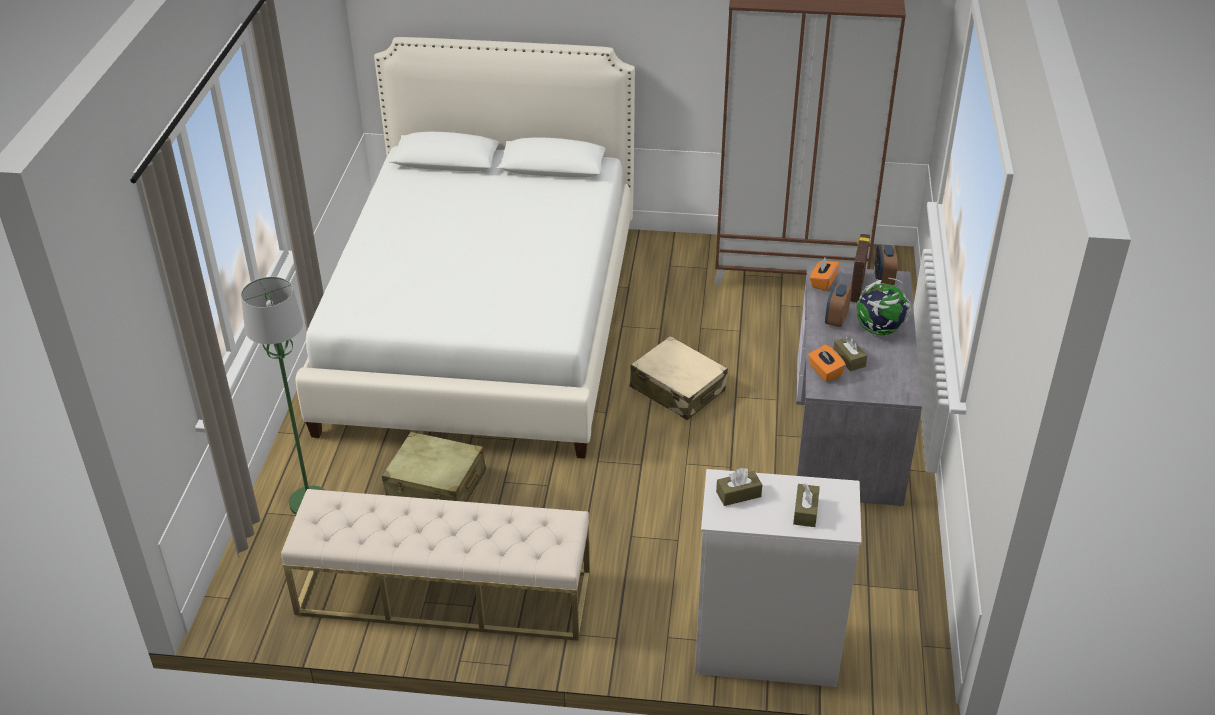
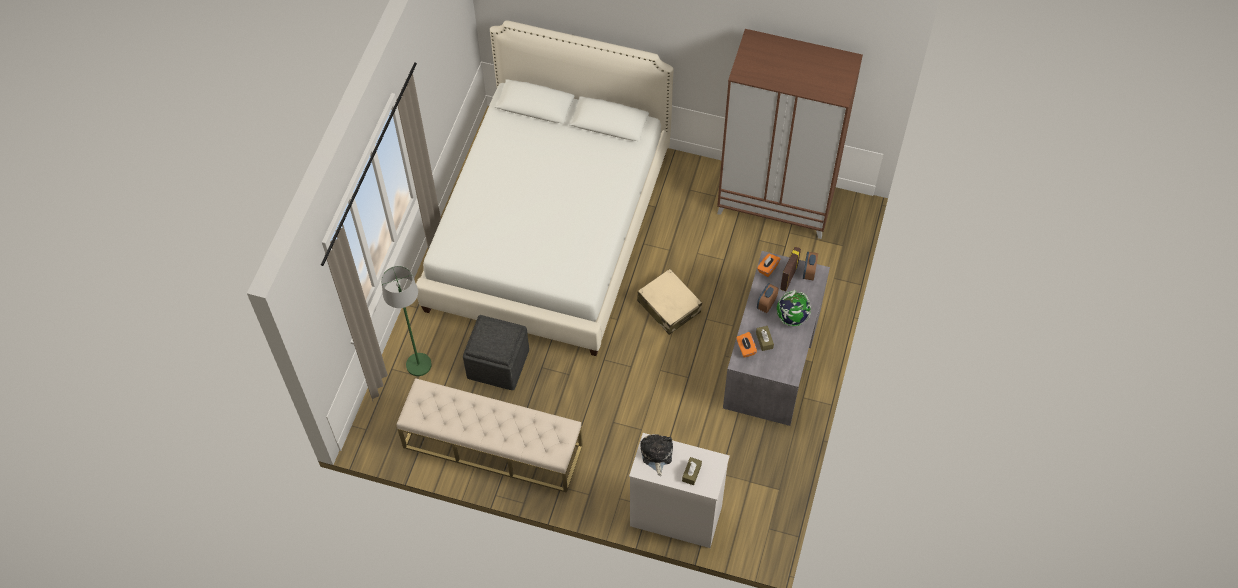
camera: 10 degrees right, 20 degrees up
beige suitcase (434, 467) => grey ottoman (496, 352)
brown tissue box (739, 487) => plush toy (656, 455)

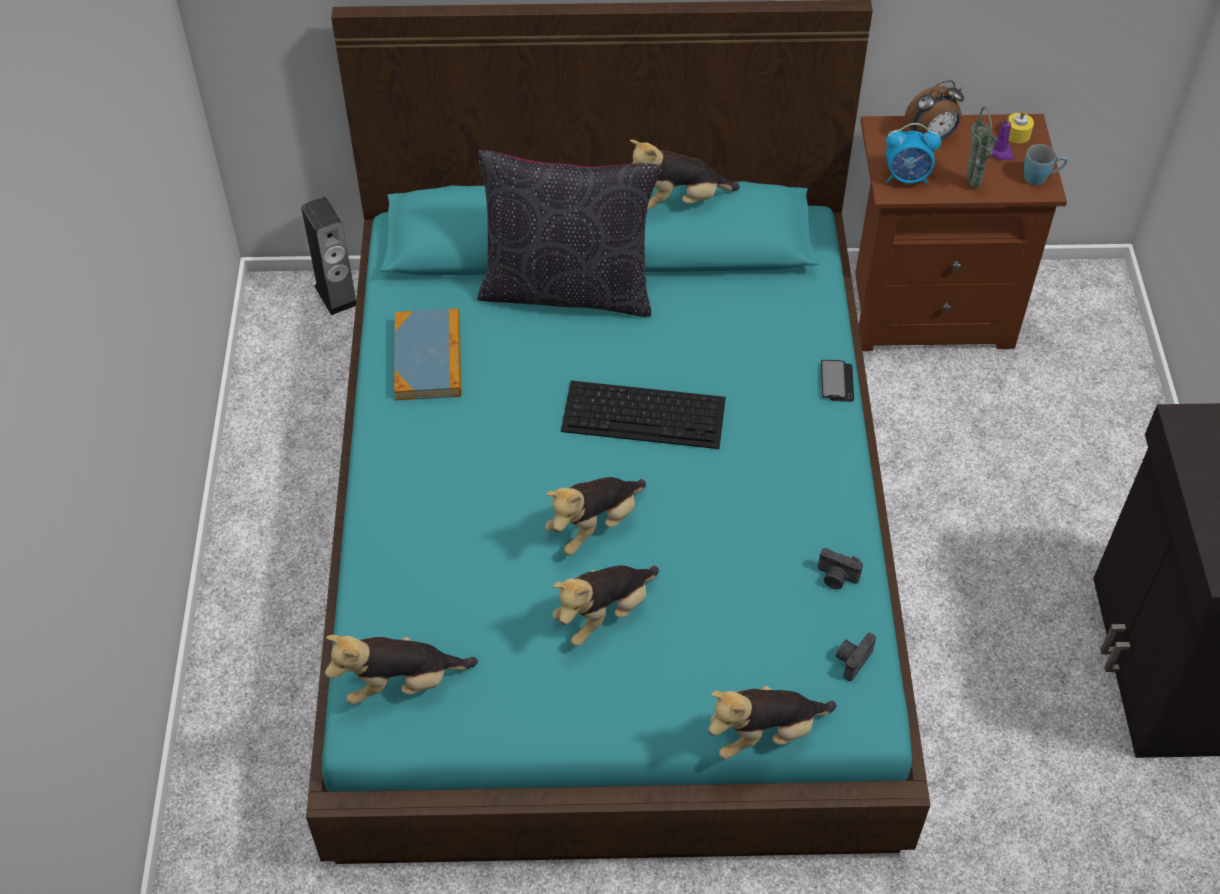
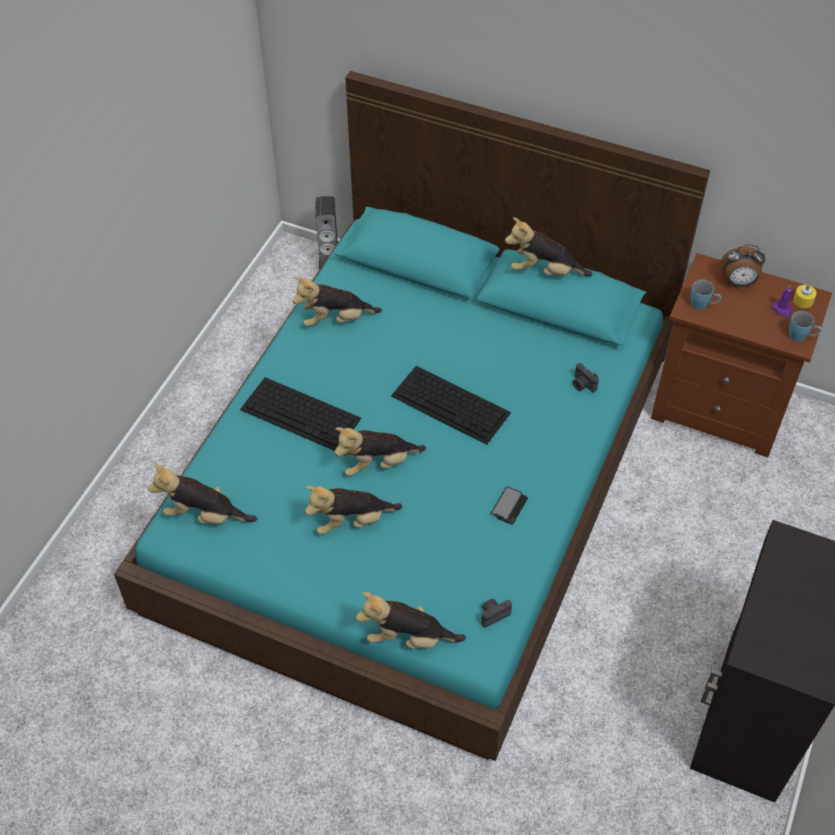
camera: 25 degrees right, 0 degrees up
book (427, 354) => plush toy (337, 301)
black pillow (569, 233) => nothing
photo camera (840, 568) => photo camera (586, 378), move
phone (837, 381) => phone (509, 506), move
alarm clock (913, 153) => blue mug (706, 294)
green vase (982, 147) => nothing
nothing => keyboard (300, 414)

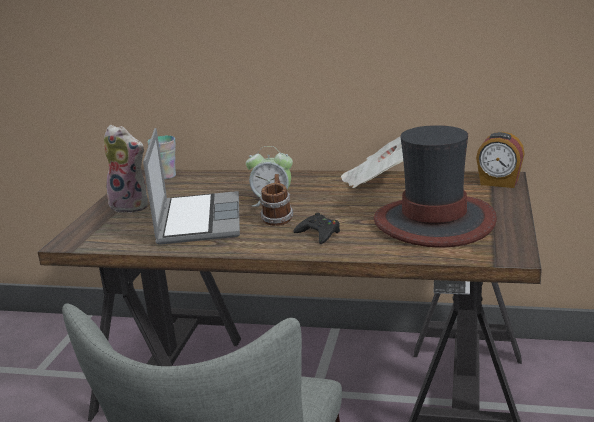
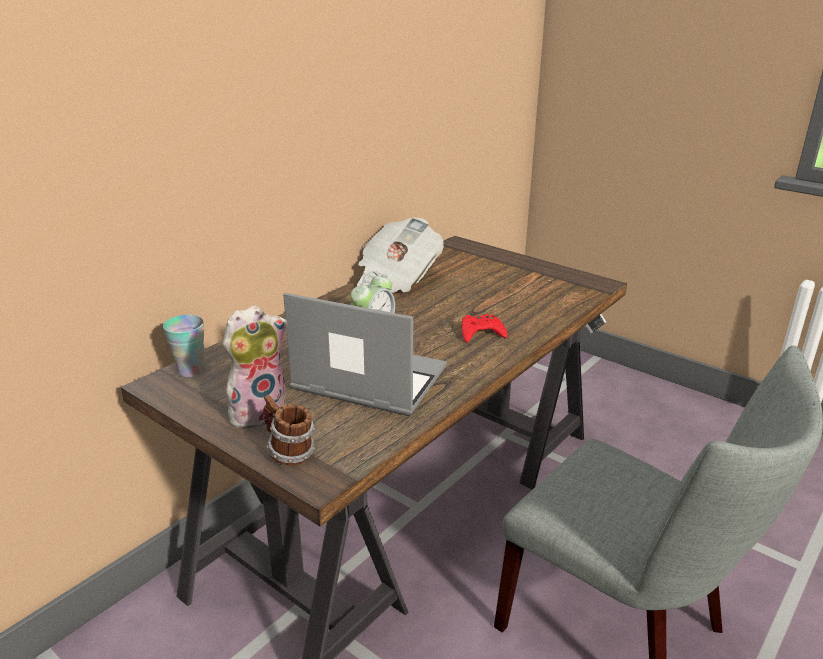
camera: 65 degrees left, 5 degrees up
mug (276, 200) => mug (289, 430), move
black game controller (316, 228) => red game controller (485, 328)
hat (435, 186) => nothing
alarm clock (500, 160) => nothing

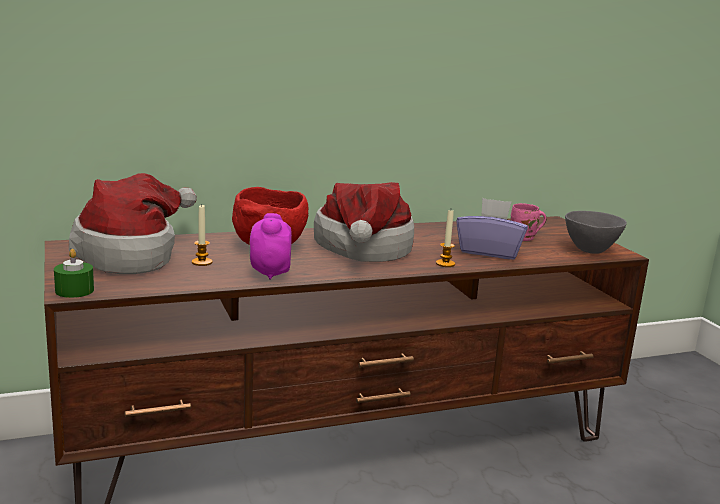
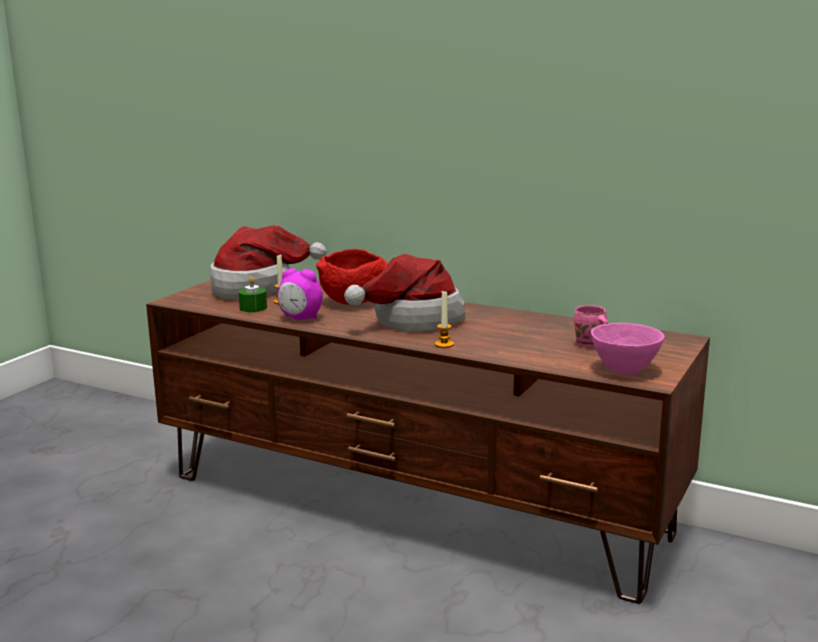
camera: 50 degrees right, 0 degrees up
green candle (74, 273) => green candle (253, 294), move
alarm clock (270, 246) => alarm clock (300, 294), 120 degrees counterclockwise
purple tissue box (492, 229) => nothing
grey bowl (596, 232) => pink bowl (628, 349)

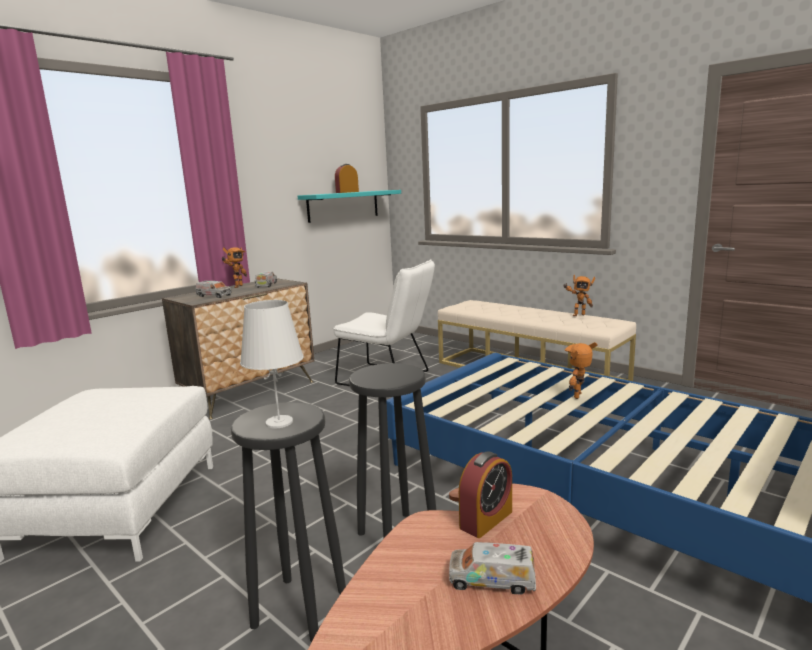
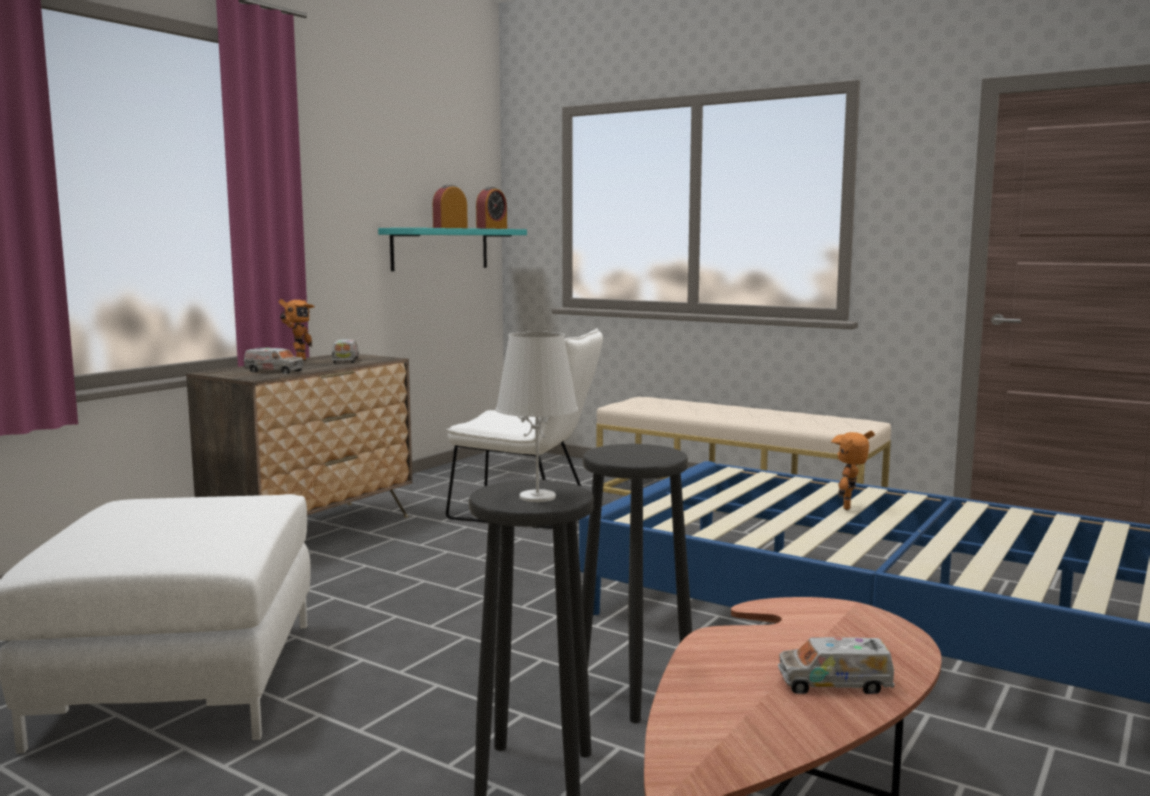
camera: 10 degrees left, 5 degrees down
alarm clock (485, 494) => alarm clock (491, 208), move
toy robot (579, 295) => nothing

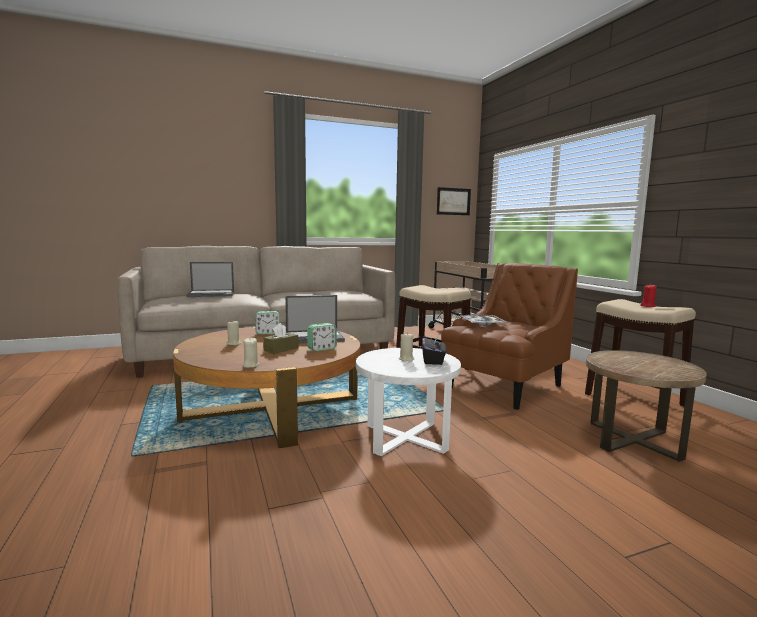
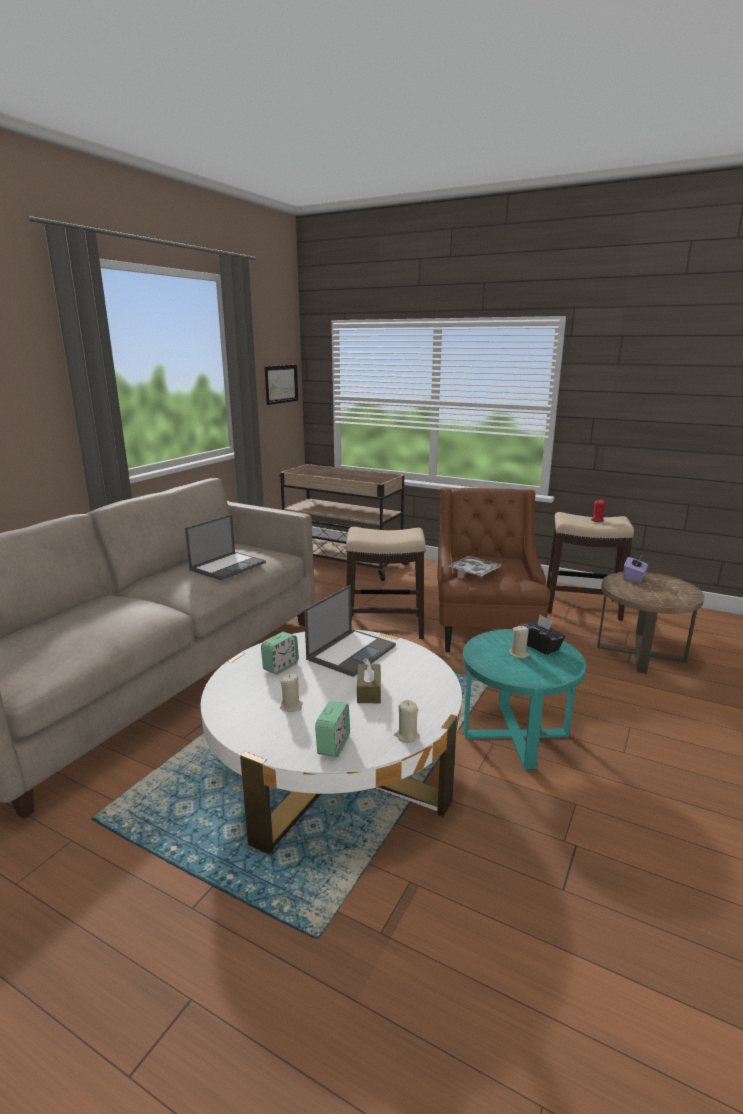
camera: 40 degrees left, 10 degrees up
brown coffee table (266, 387) => white coffee table (331, 742)
laptop (210, 279) => laptop (225, 547), move
alarm clock (322, 337) => alarm clock (332, 729), move
white side table (408, 402) => turquoise side table (524, 699)
nothing => purple tissue box (635, 570)

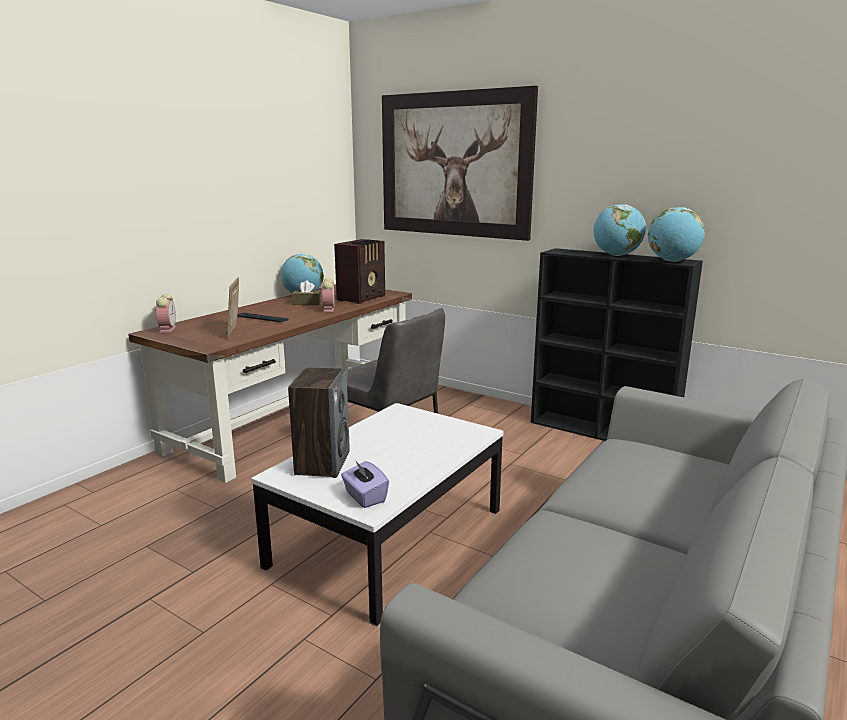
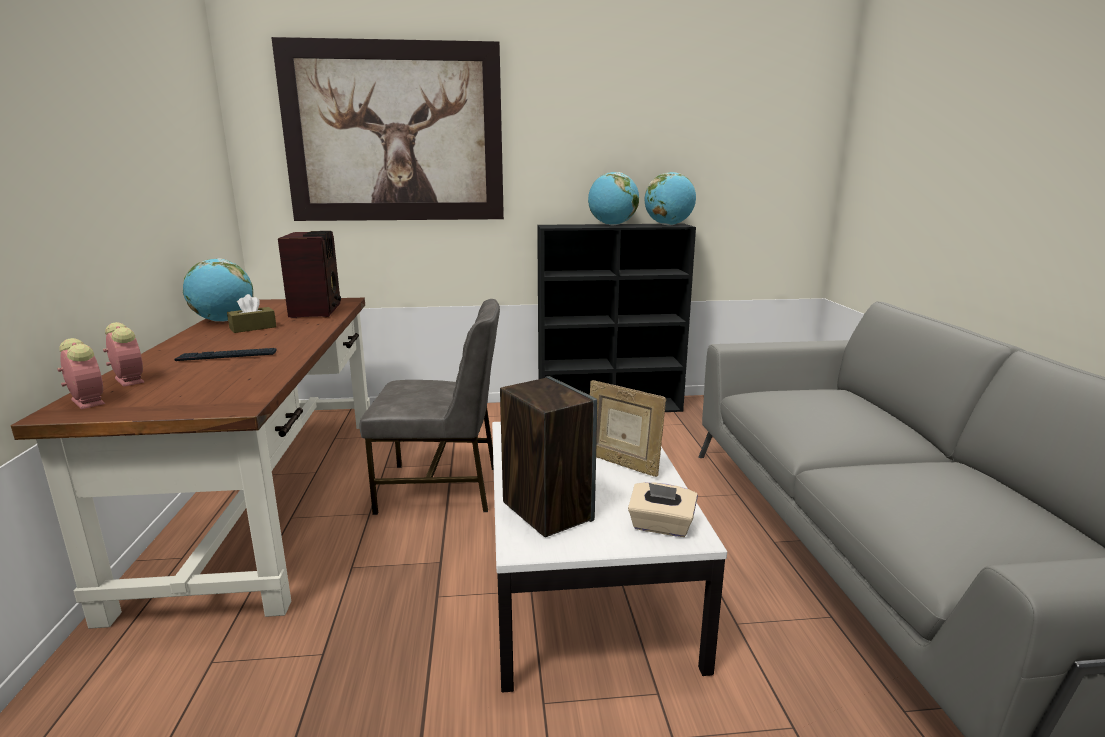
camera: 40 degrees left, 0 degrees up
picture frame (232, 307) => picture frame (628, 428), move
alarm clock (327, 295) => alarm clock (123, 354), move
purple tissue box (365, 484) => beige tissue box (663, 509)

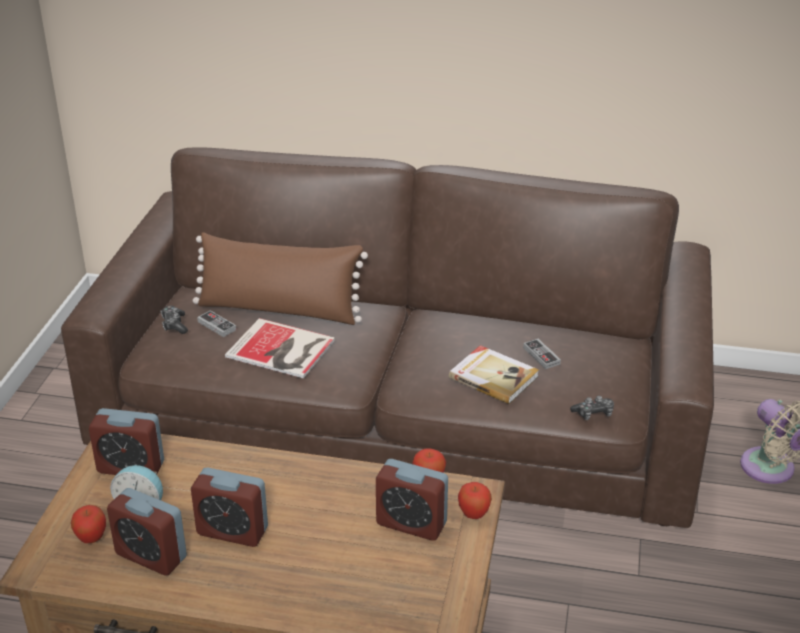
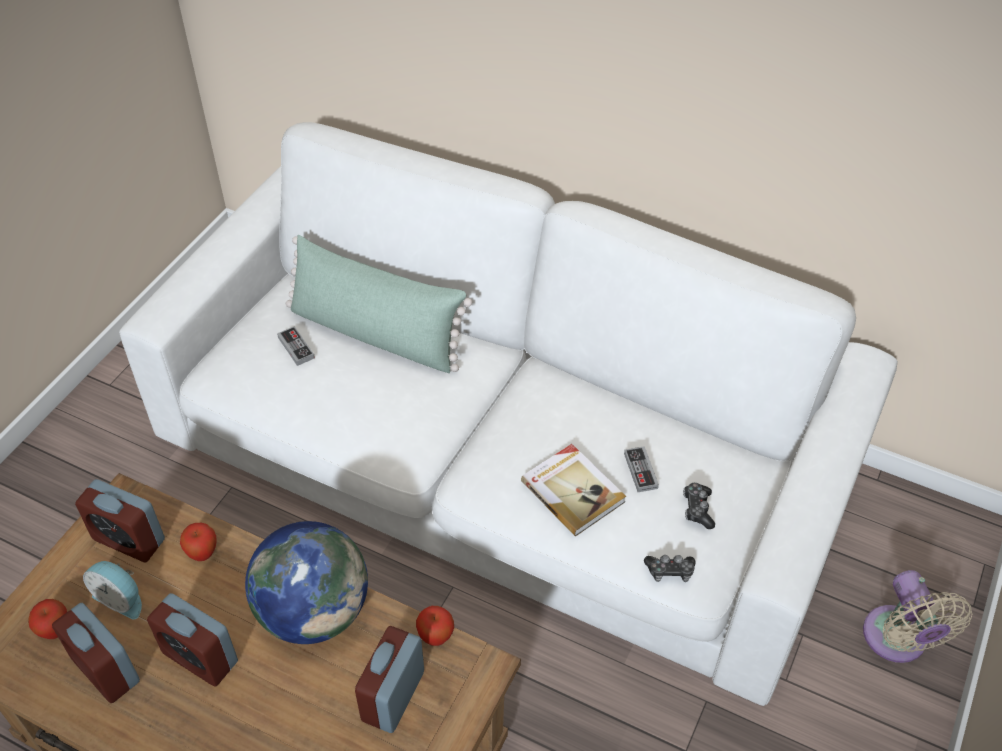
camera: 15 degrees right, 15 degrees up
brown sofa (387, 337) => white sofa (508, 414)
game controller (174, 320) => game controller (699, 506), move
brown pillow (280, 278) => green pillow (379, 304)
book (280, 348) => nothing
alarm clock (412, 500) => alarm clock (389, 679), 75 degrees clockwise
apple (475, 500) => apple (198, 542), move
nothing => globe (306, 582)

